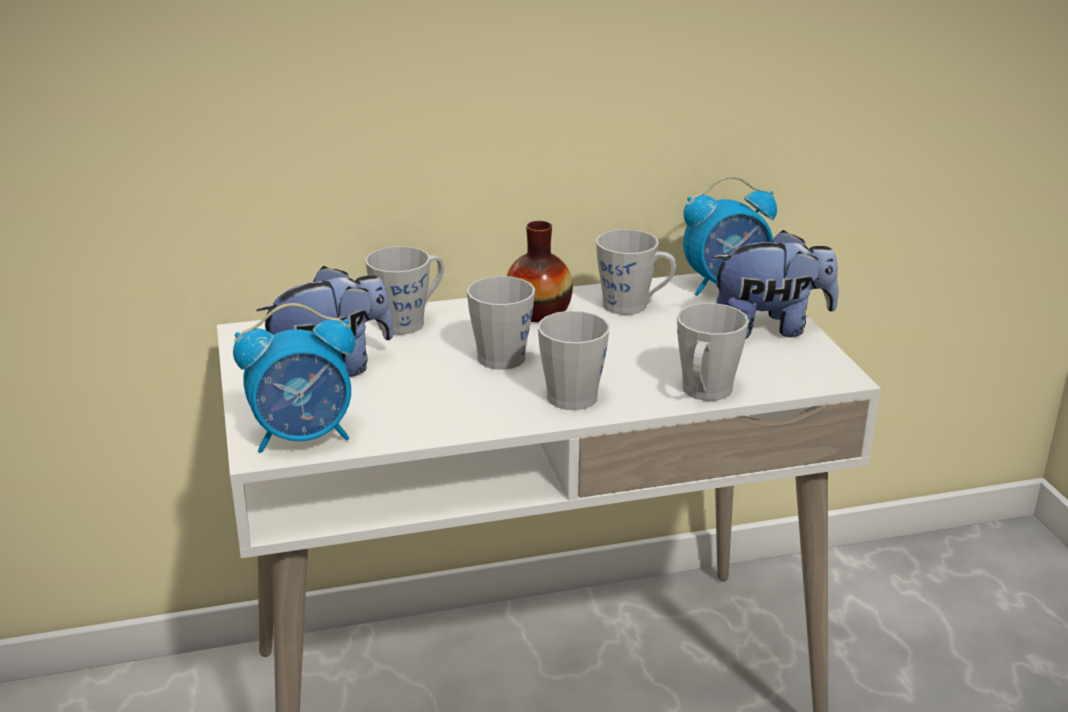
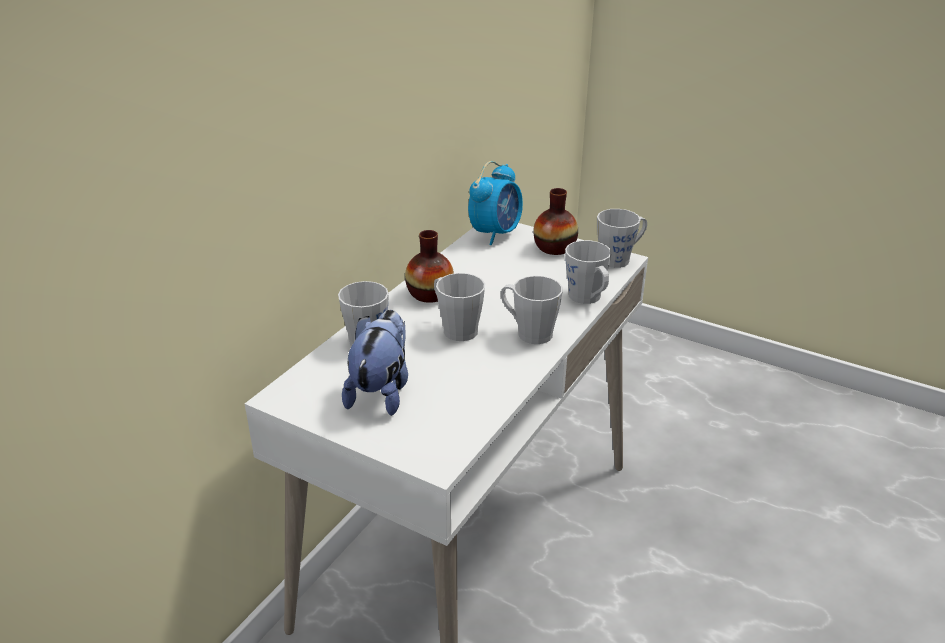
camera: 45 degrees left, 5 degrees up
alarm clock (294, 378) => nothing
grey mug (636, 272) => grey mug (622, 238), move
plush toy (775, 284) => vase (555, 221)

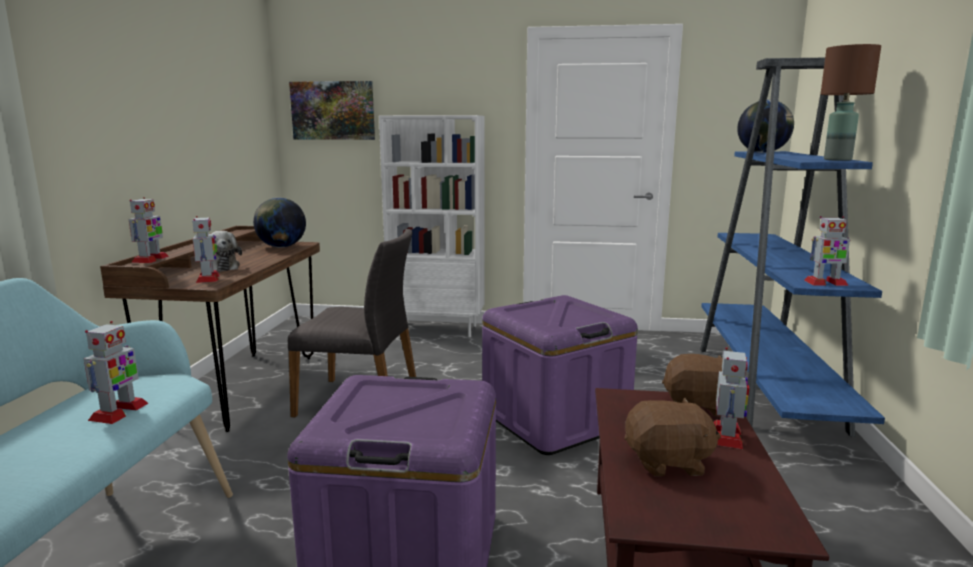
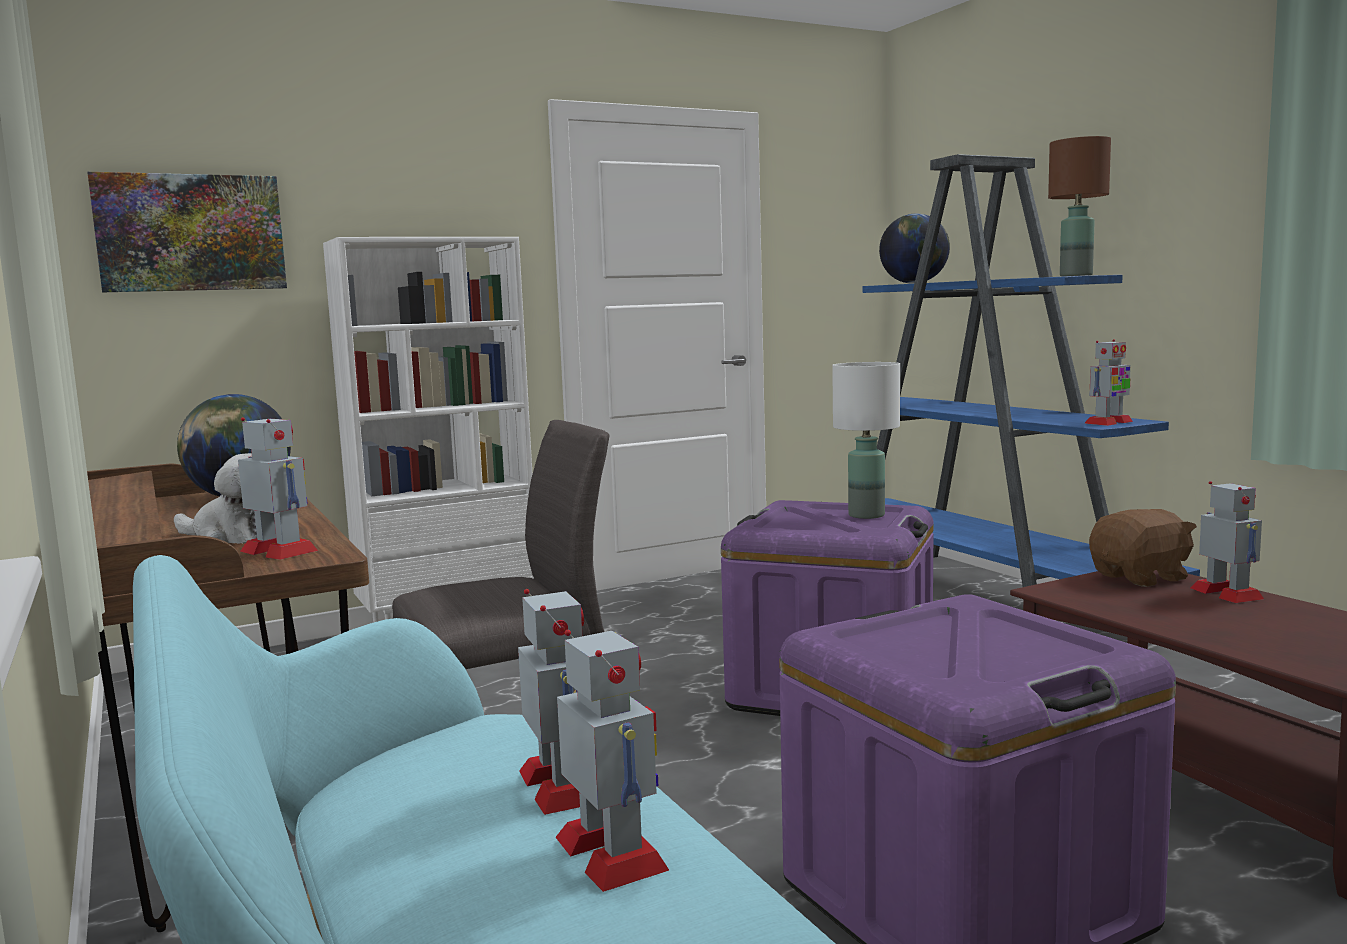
camera: 35 degrees left, 5 degrees down
toy robot (149, 230) => toy robot (612, 761), move
brown plush toy (672, 437) => nothing
nothing => white table lamp (866, 440)

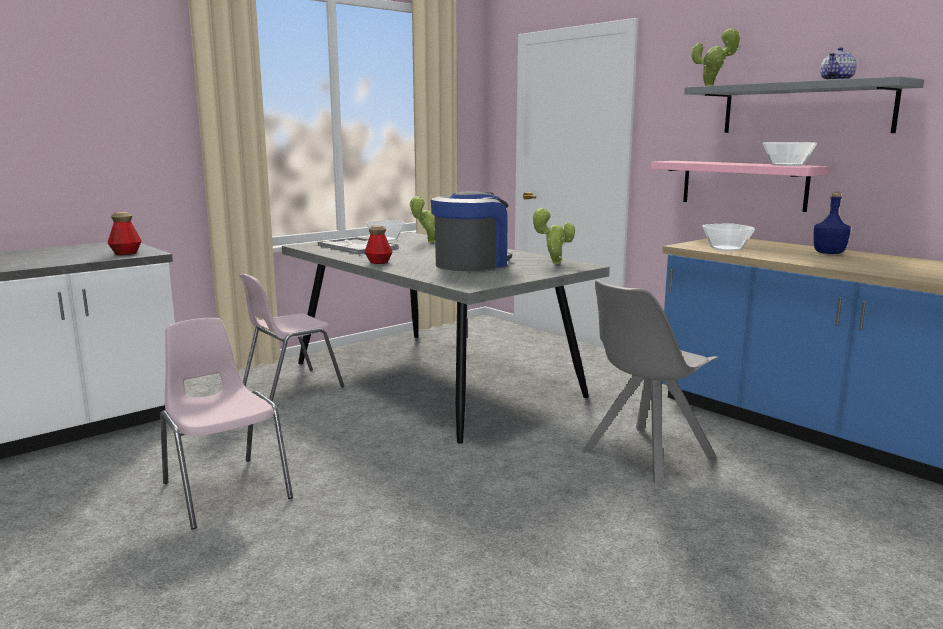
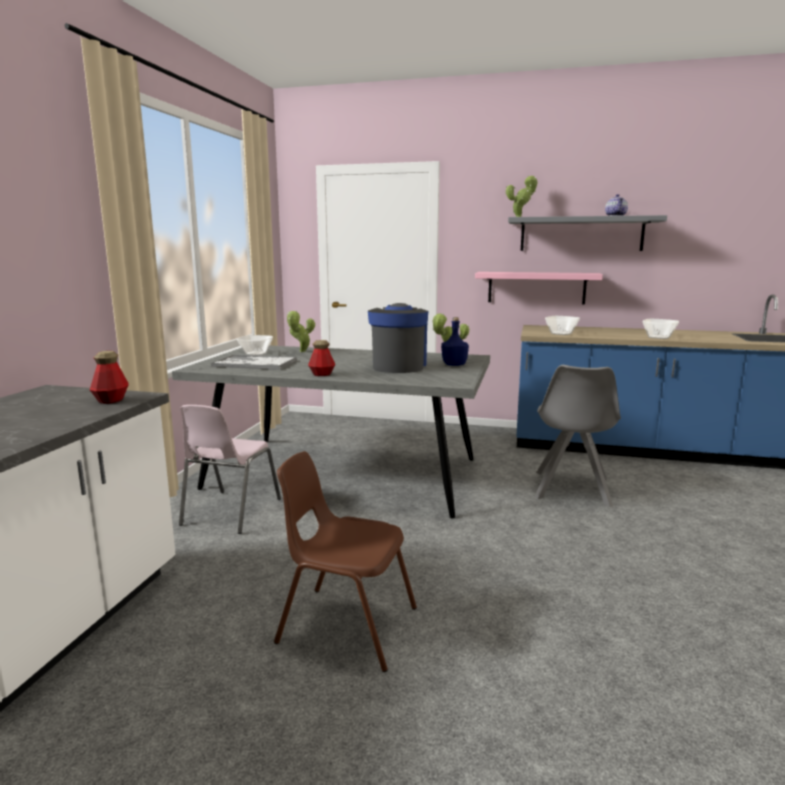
camera: 35 degrees left, 0 degrees up
pink chair (226, 424) => brown chair (345, 561)
bowl (790, 154) => bowl (660, 329), move
blue bottle (832, 223) => blue bottle (455, 341), move

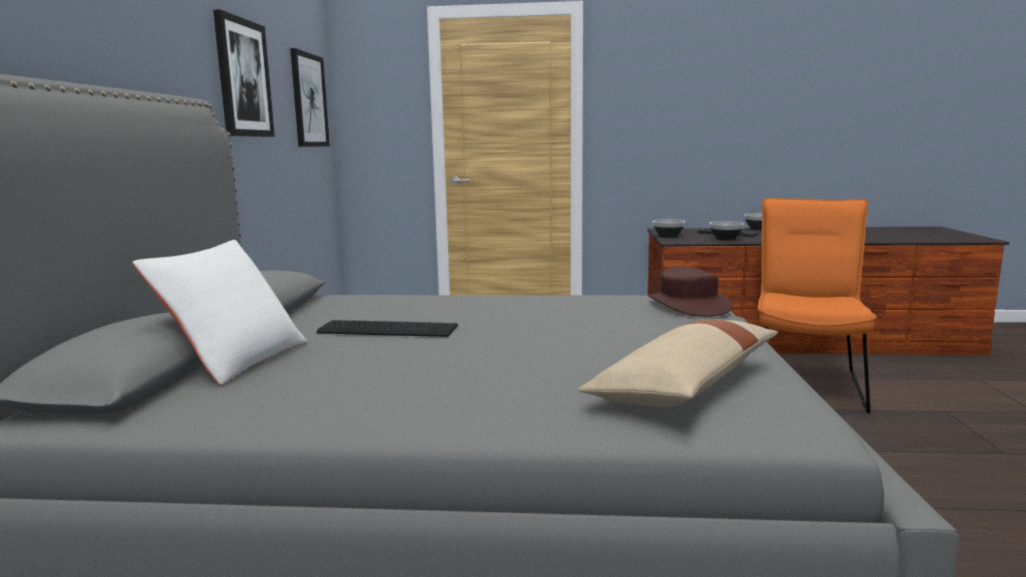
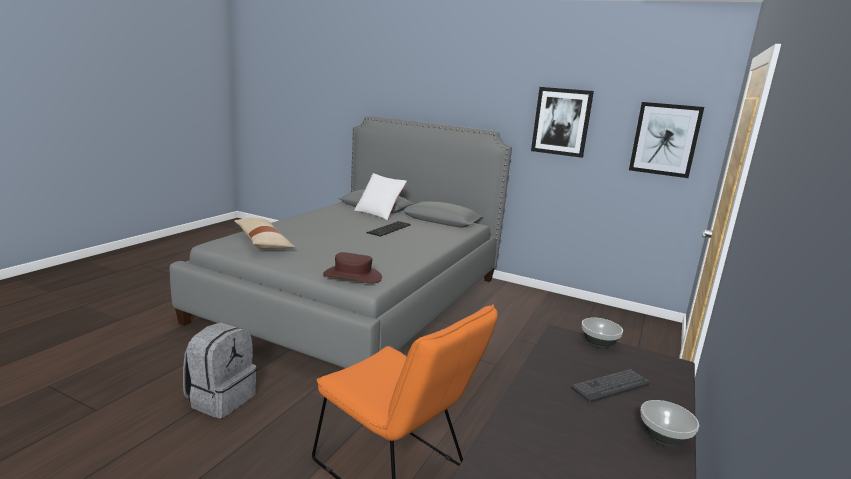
camera: 110 degrees right, 5 degrees up
bowl (726, 231) => nothing
nothing => grey backpack (220, 370)

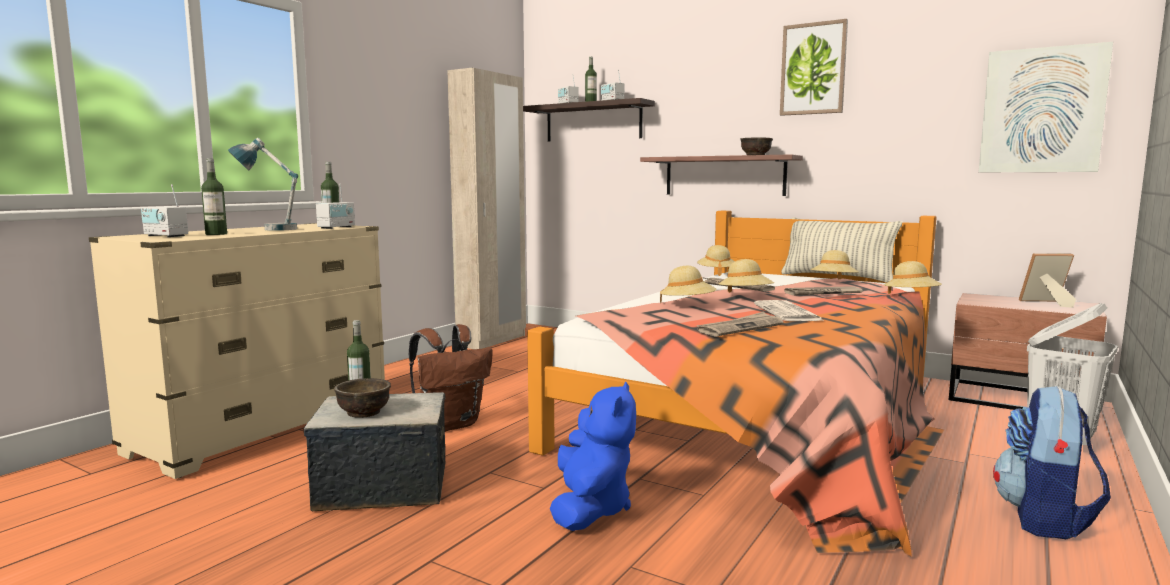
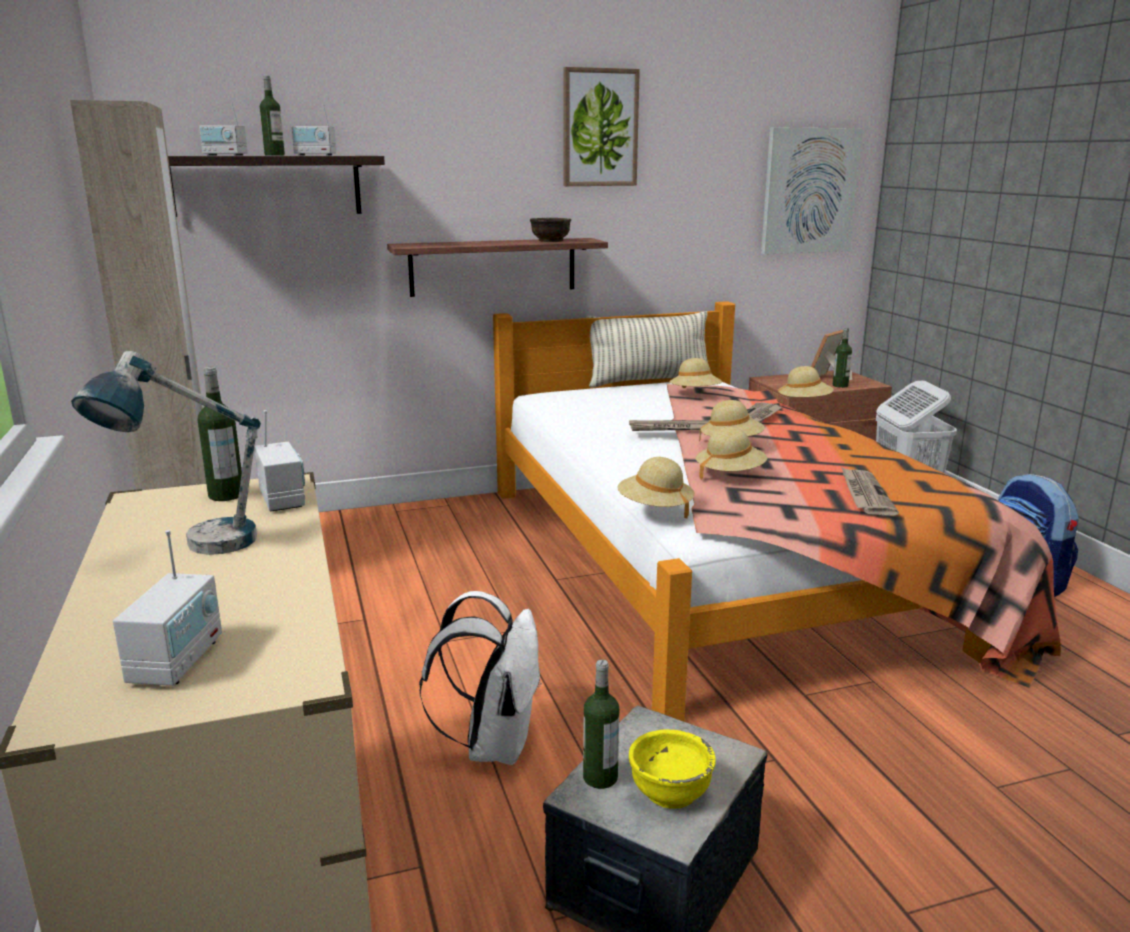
camera: 50 degrees left, 10 degrees up
radio (164, 210) => radio (167, 608), 60 degrees counterclockwise
bottle (214, 196) => bottle (842, 357), move
brown bowl (362, 398) => yellow bowl (672, 769)
brown backpack (450, 378) => white backpack (480, 678)
blue plush toy (593, 456) => nothing
beige hat (716, 260) => beige hat (656, 487), move
newspaper (788, 310) => nothing

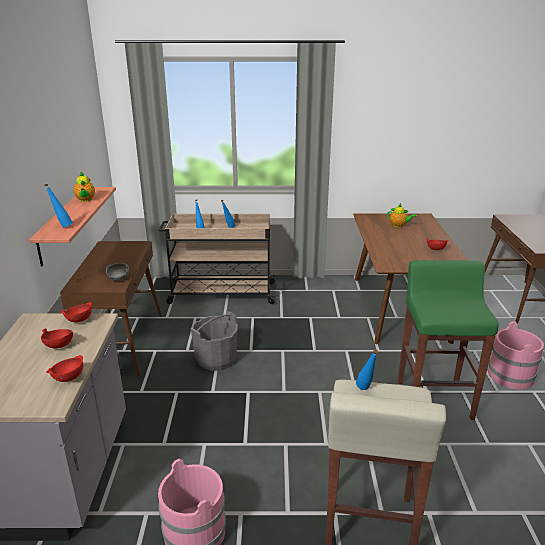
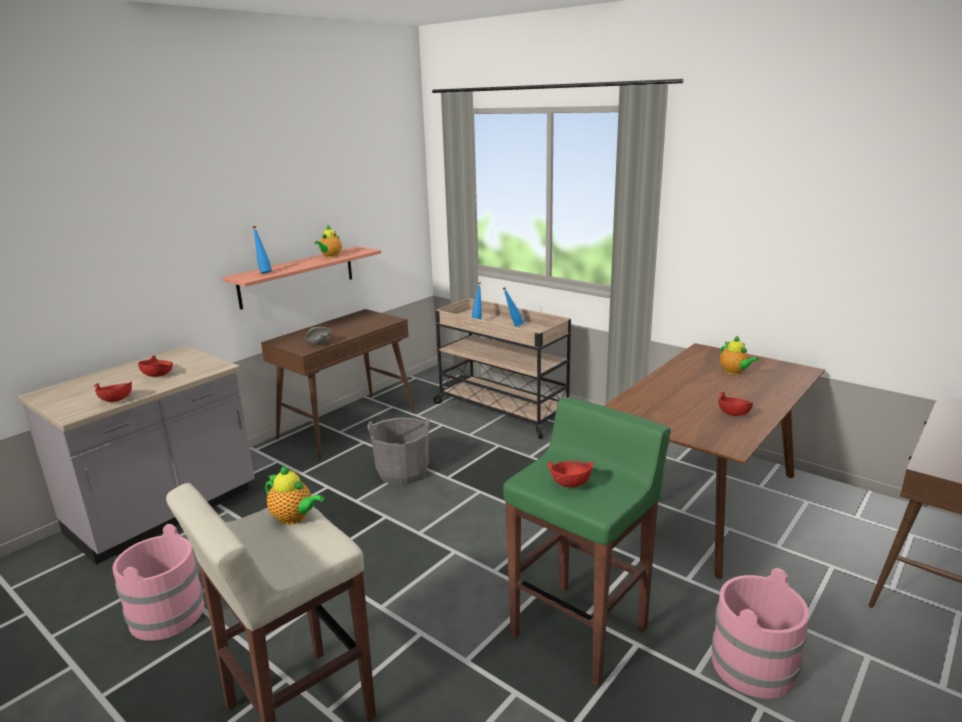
camera: 40 degrees right, 5 degrees down
red bowl (76, 312) => red bowl (570, 474), move
blue bottle (367, 369) => teapot (294, 495)

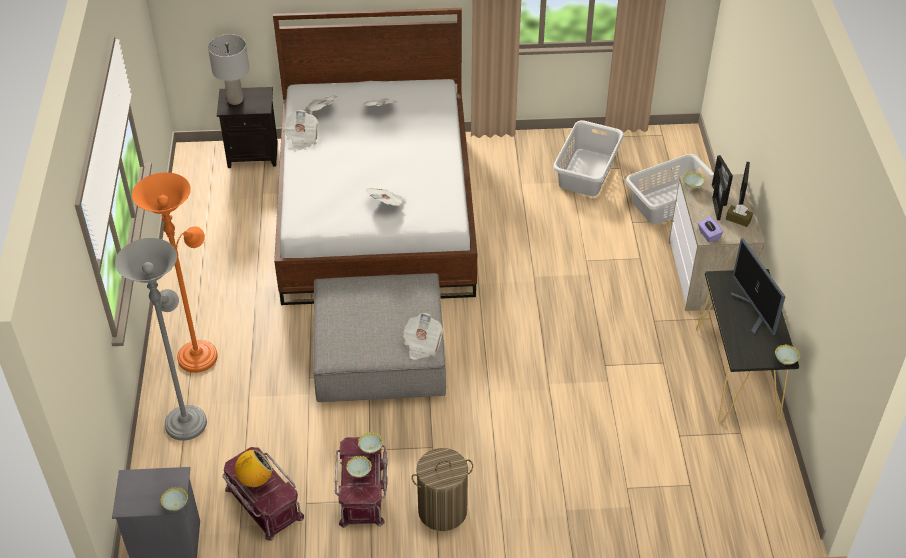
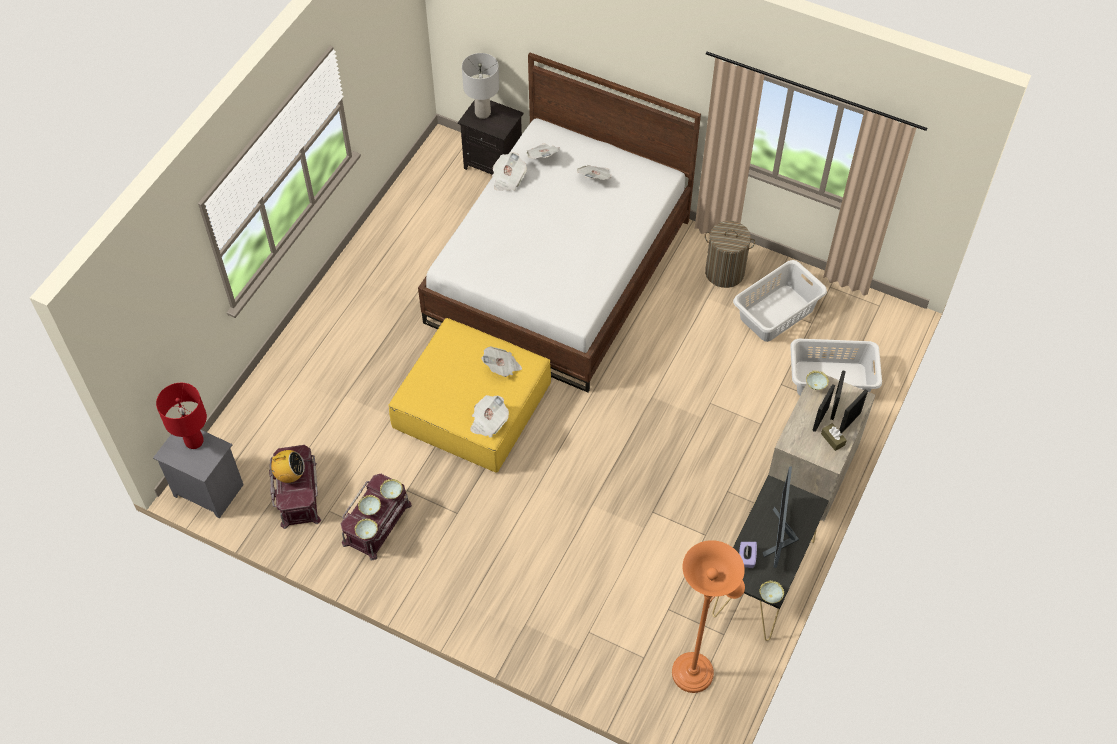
camera: 30 degrees right, 10 degrees up
grey floor lamp (161, 339) => nothing
orange floor lamp (175, 272) => orange floor lamp (708, 616), move
bowl (174, 499) => bowl (366, 528), move
grey ottoman (379, 337) => yellow ottoman (469, 395)
newspaper (386, 197) => newspaper (501, 361), move
laundry basket (442, 489) => laundry basket (730, 254), move
purple tissue box (710, 229) => purple tissue box (748, 555), move
nothing => red table lamp (181, 416)

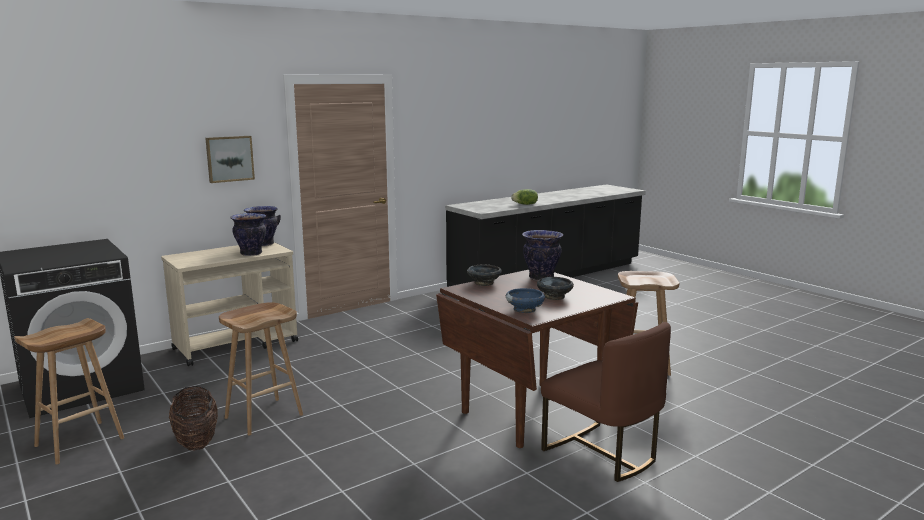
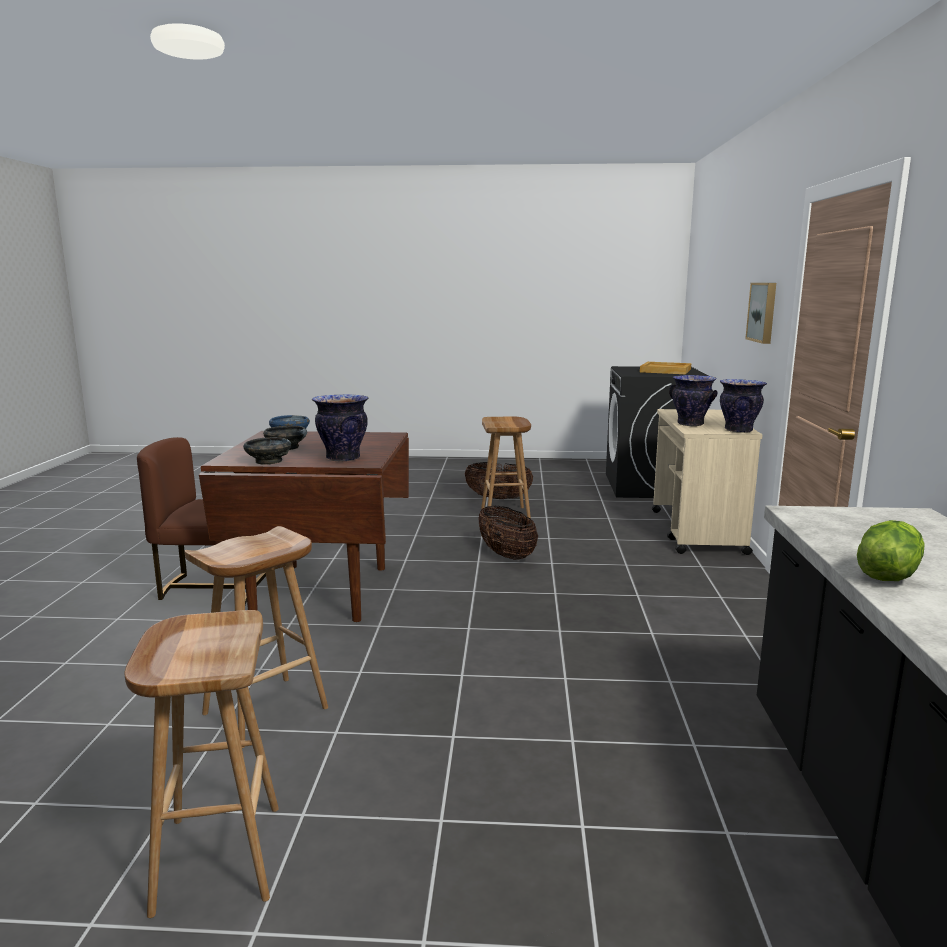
camera: 130 degrees right, 0 degrees up
brown stool (69, 391) => brown stool (202, 764), move
black bowl (484, 275) => black bowl (267, 451), move
nothing => basket (508, 533)
nothing => beige tray (665, 368)

